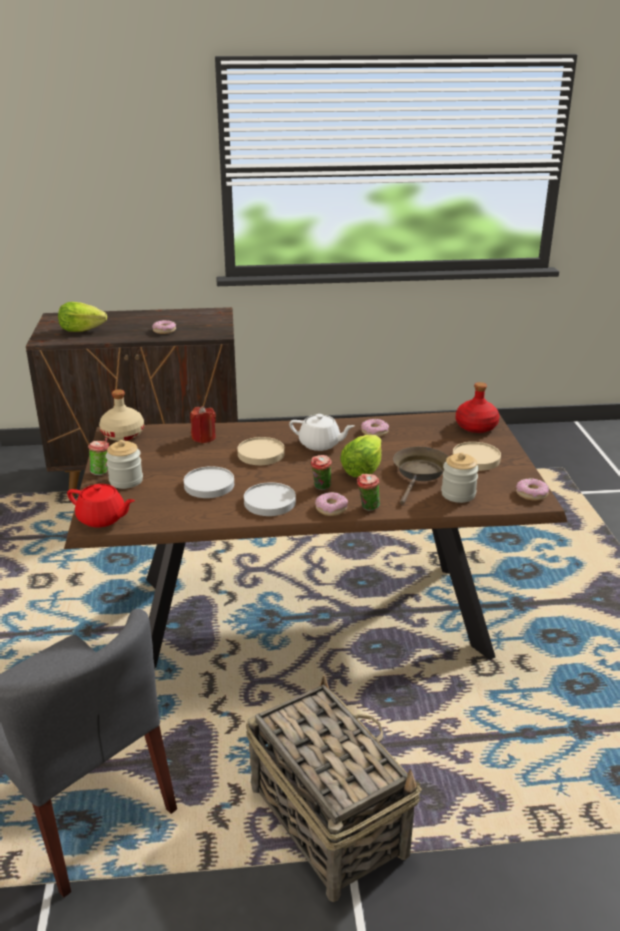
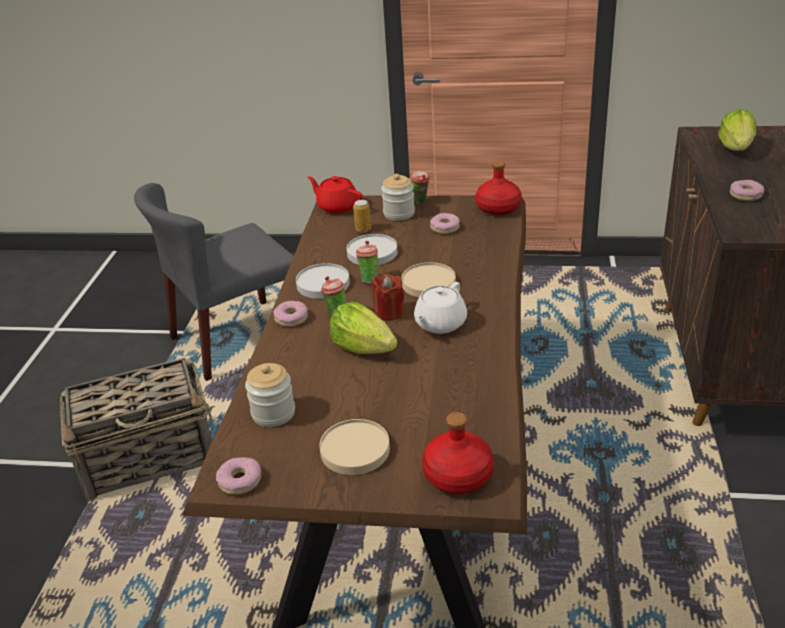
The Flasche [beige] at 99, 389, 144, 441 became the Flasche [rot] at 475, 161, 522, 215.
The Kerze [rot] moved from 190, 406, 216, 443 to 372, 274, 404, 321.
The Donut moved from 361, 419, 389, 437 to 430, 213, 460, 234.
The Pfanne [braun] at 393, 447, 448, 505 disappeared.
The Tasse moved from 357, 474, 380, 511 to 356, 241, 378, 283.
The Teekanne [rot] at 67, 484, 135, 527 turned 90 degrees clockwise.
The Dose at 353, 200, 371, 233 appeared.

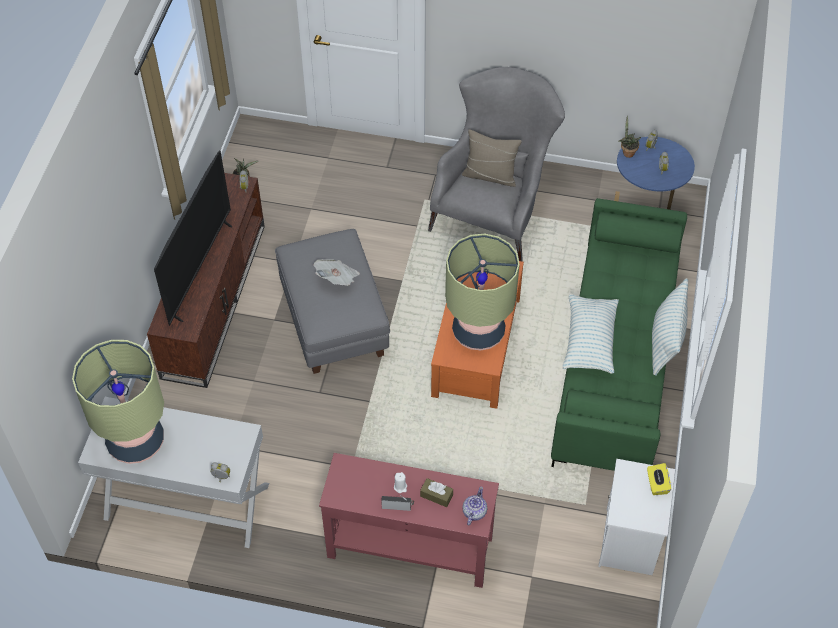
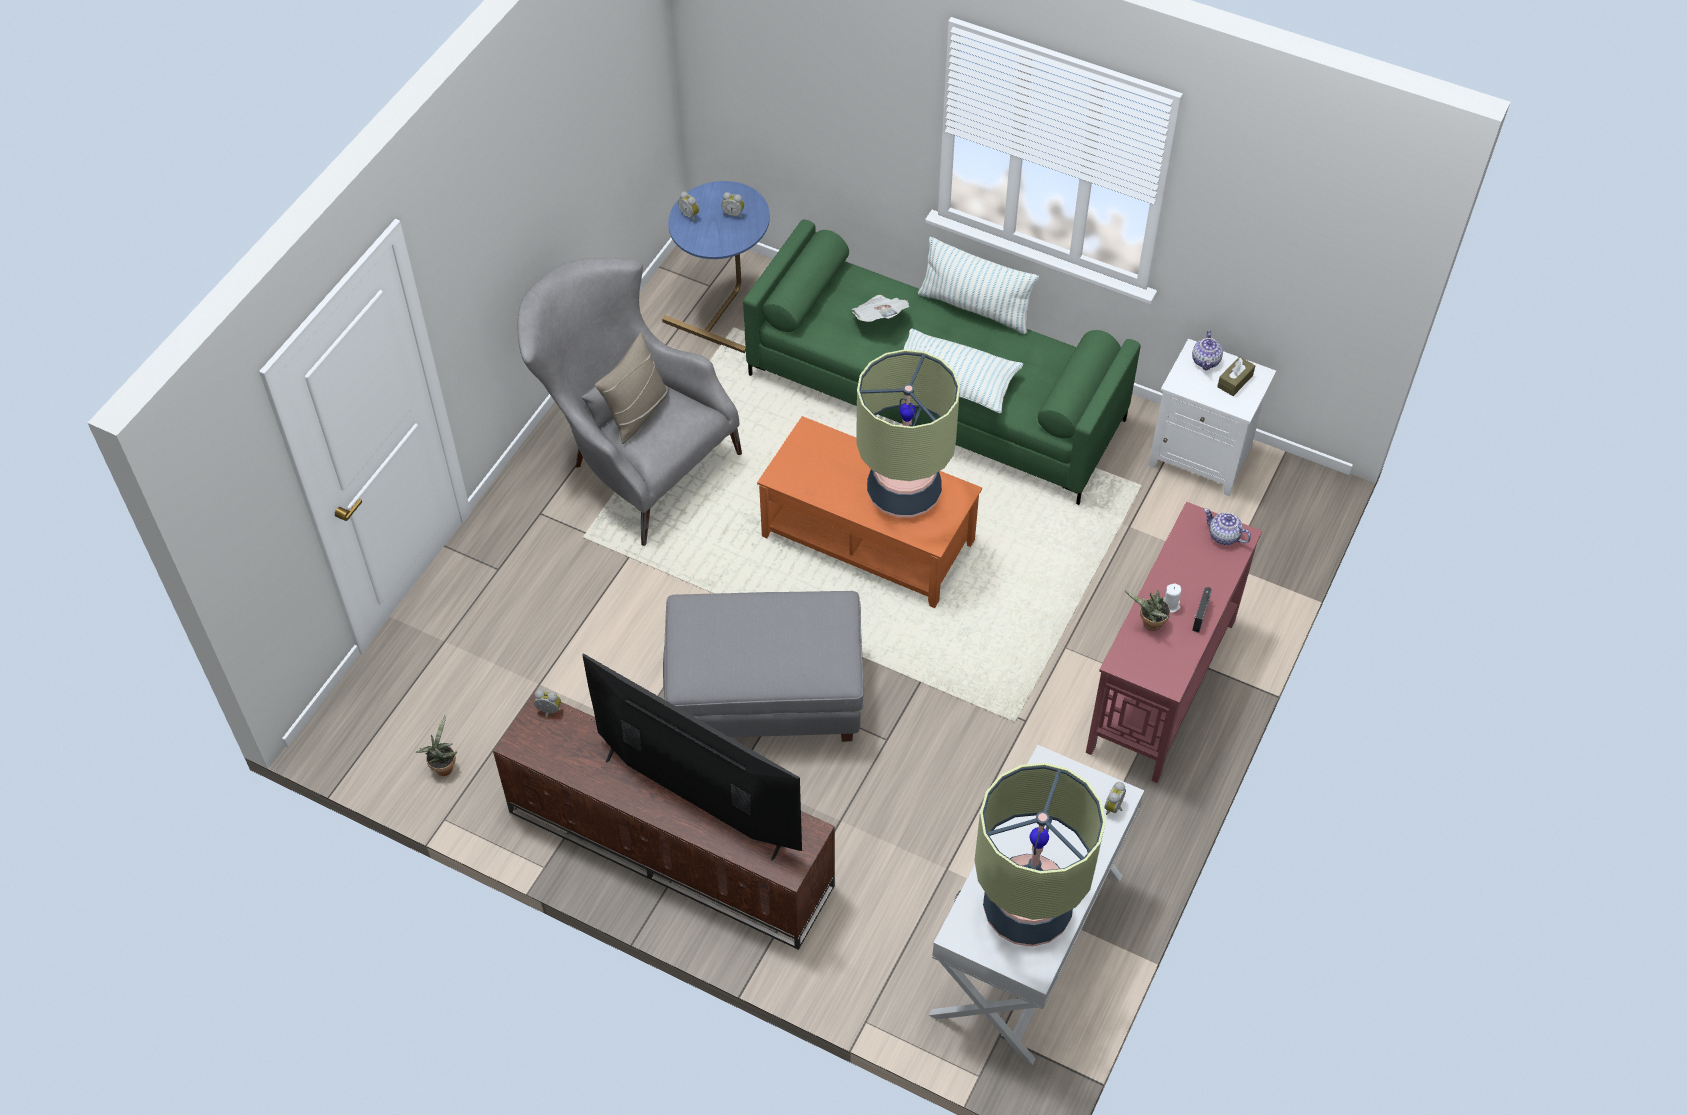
The Topfpflanze moved from 619, 116, 641, 158 to 1125, 590, 1170, 631.
The Zeitung moved from 314, 259, 360, 286 to 852, 295, 909, 322.
The Taschentuchbox [gelb] at 647, 463, 671, 495 was replaced by the Teekanne at 1192, 330, 1223, 370.
The Taschentuchbox [braun] moved from 420, 478, 453, 507 to 1217, 356, 1255, 396.

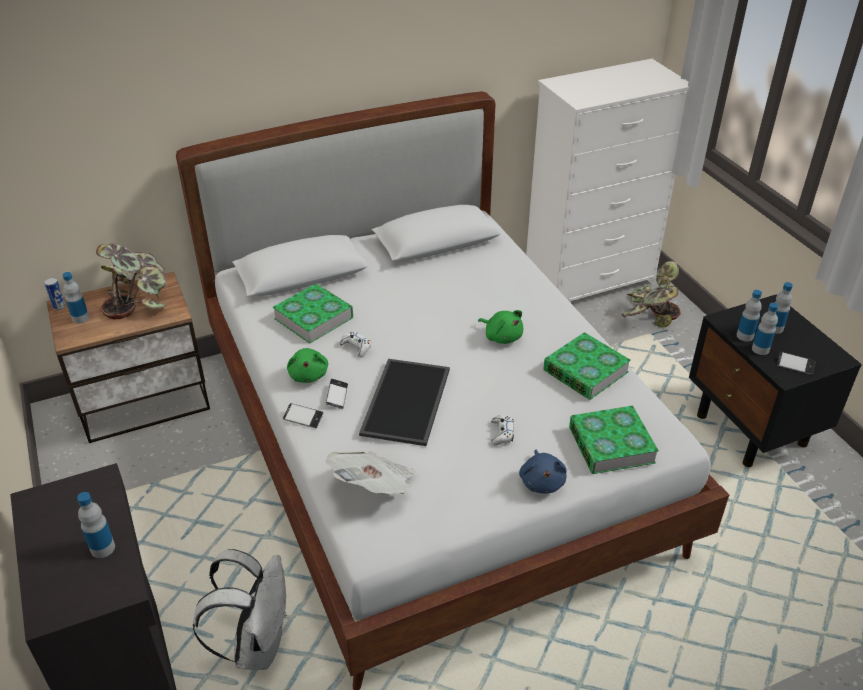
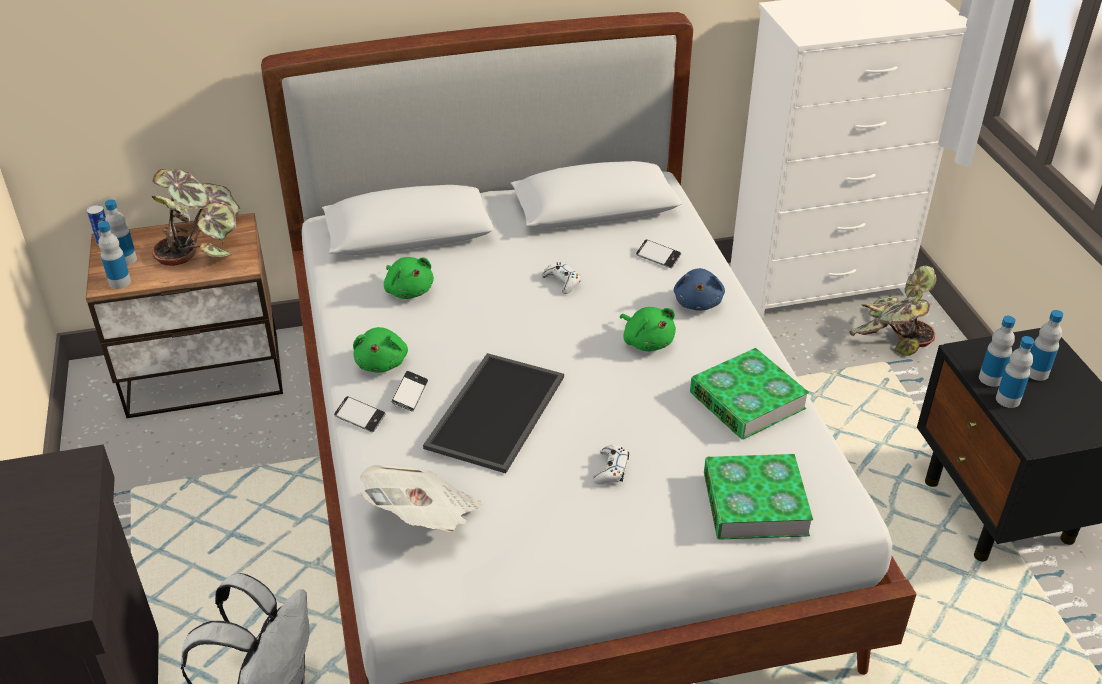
The Buch at 273, 283, 353, 344 was replaced by the Plüschtier [grün] at 384, 257, 434, 299.
The Gamepad [weiß] moved from 339, 331, 371, 357 to 542, 262, 581, 294.
The Handy moved from 777, 352, 815, 375 to 636, 240, 681, 268.
The Plüschtier [blau] moved from 519, 450, 567, 494 to 674, 268, 725, 311.
The Flasche moved from 77, 492, 115, 558 to 98, 221, 131, 289.

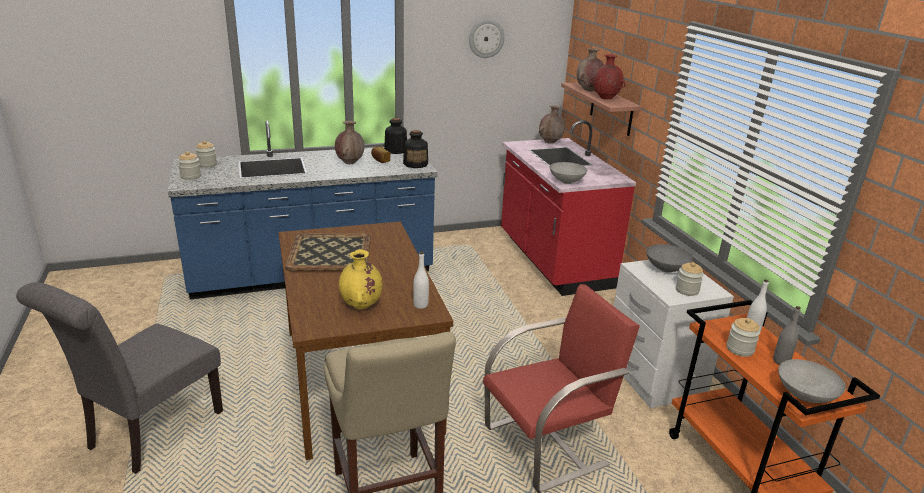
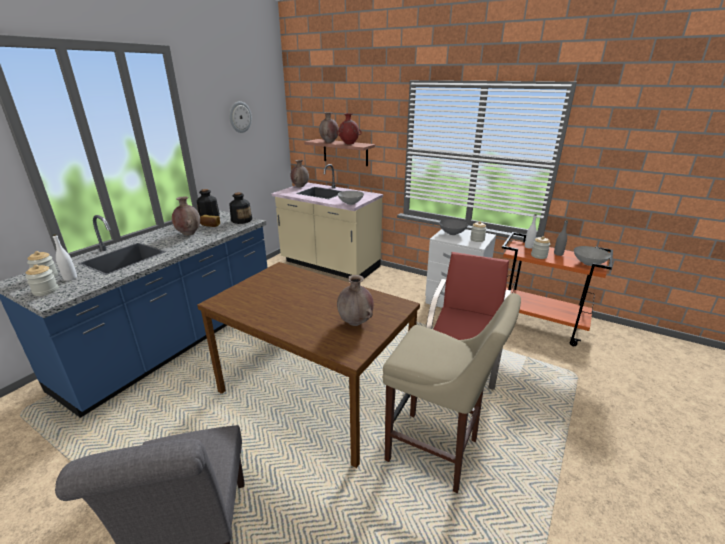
The Küchenzeile [rot] at 501, 120, 636, 296 became the Küchenzeile [beige] at 272, 164, 383, 279.
The Tablett at 285, 234, 371, 271 disappeared.
The Vase [gelb] at 339, 249, 382, 310 became the Vase [braun] at 337, 275, 374, 326.
The Flasche [weiß] moved from 413, 252, 429, 309 to 53, 234, 77, 281.

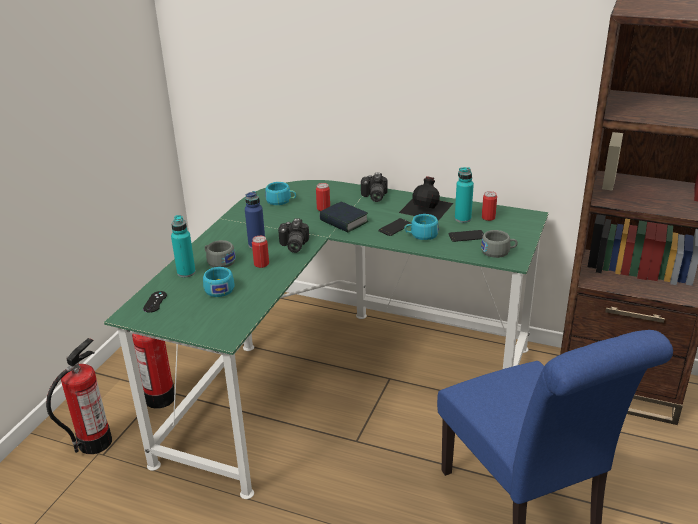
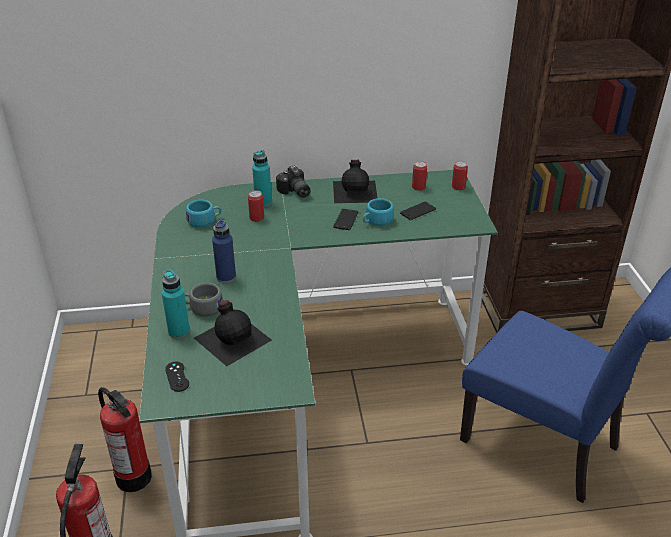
The Flasche [türkis] moved from 455, 167, 474, 223 to 252, 150, 272, 207.
The Buch at 319, 202, 368, 233 disappeared.
The Kamera at 278, 219, 309, 253 disappeared.
The Tasse [grau] at 481, 230, 518, 258 disappeared.
The Dose moved from 252, 236, 269, 268 to 452, 161, 468, 190.
The Tasse [türkis] at 203, 267, 234, 297 was replaced by the Flasche [schwarz] at 194, 300, 272, 366.

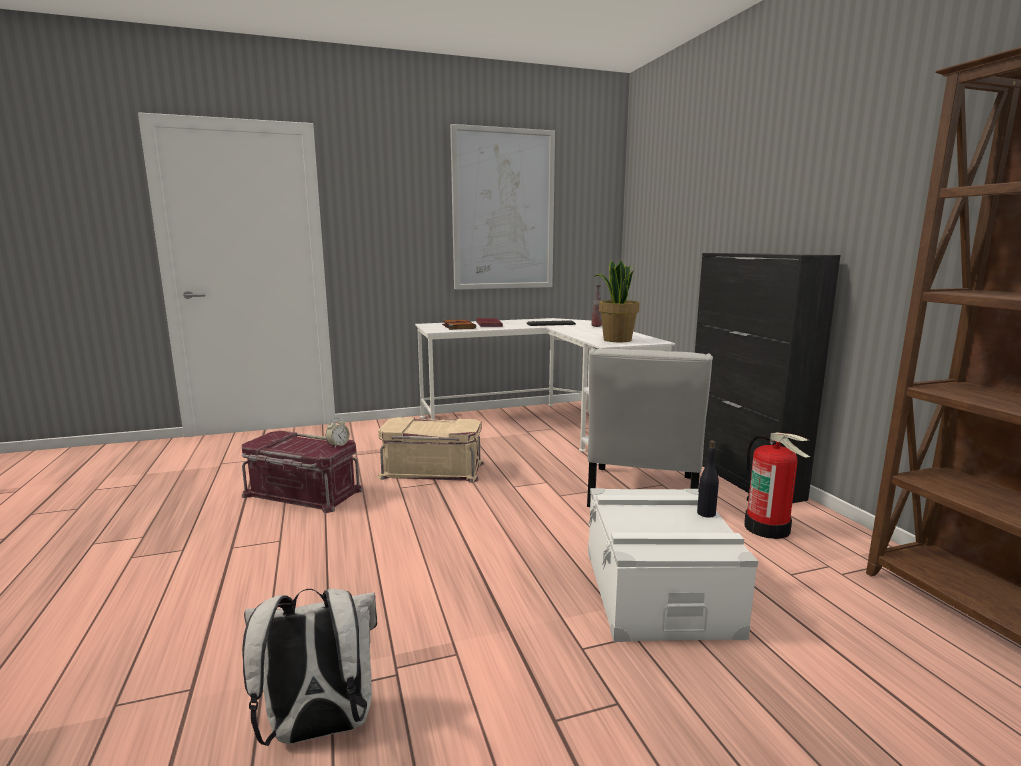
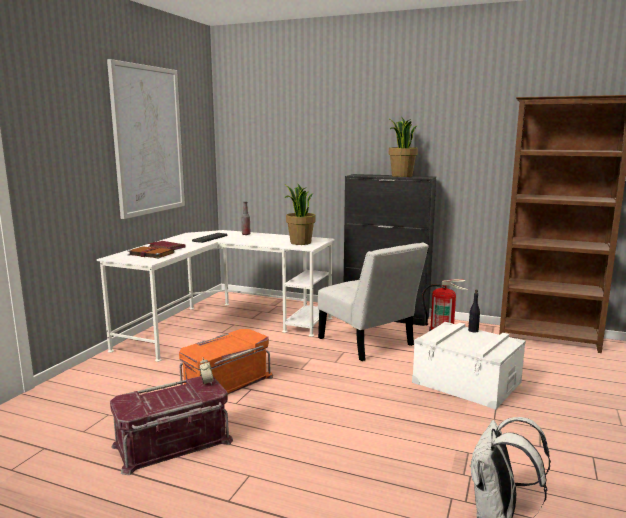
The Aufbewahrungsbox [beige] at 378, 417, 484, 483 became the Aufbewahrungsbox [orange] at 179, 329, 273, 394.
The Topfpflanze at 388, 116, 418, 177 appeared.

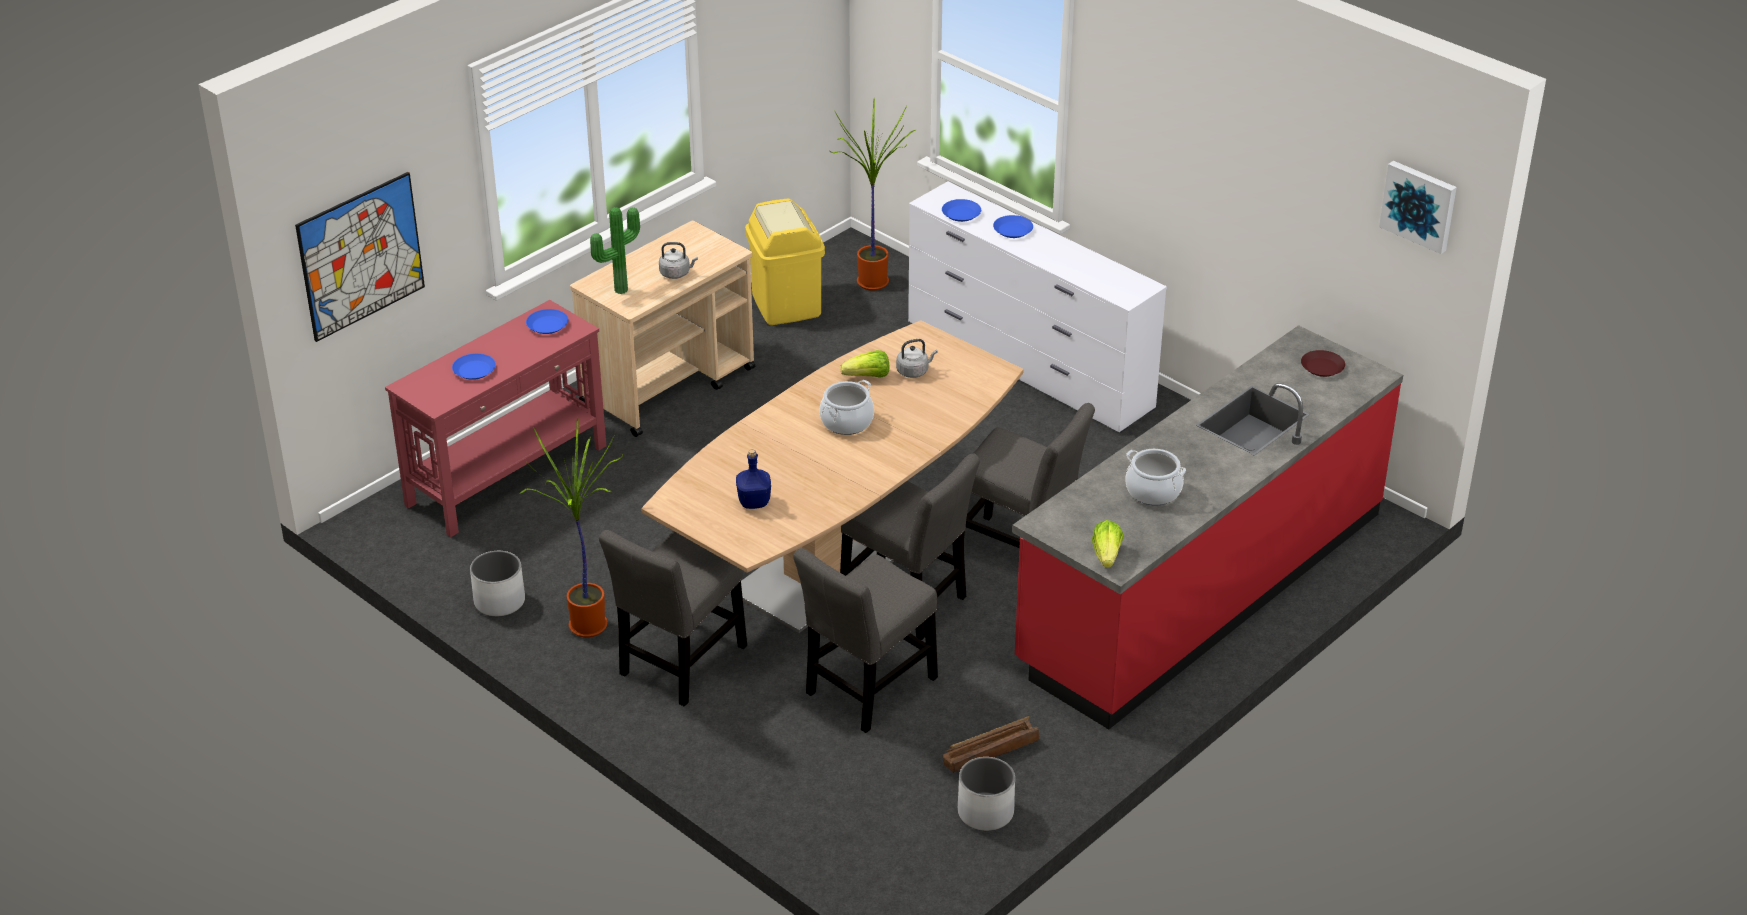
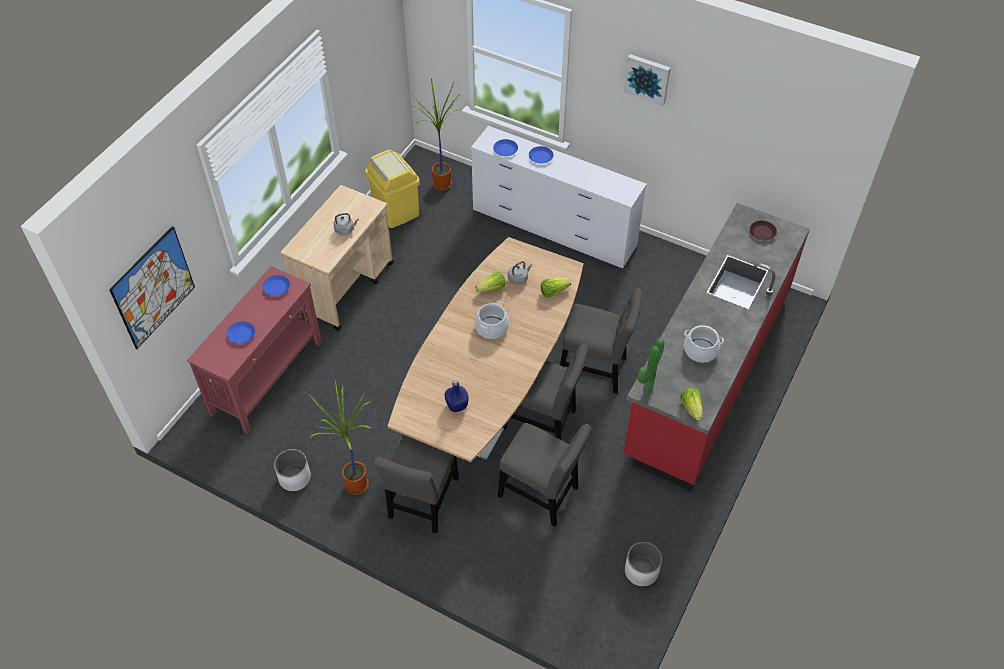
The Bild moved from 1379, 161, 1457, 254 to 624, 54, 671, 105.
The Topfpflanze moved from 590, 207, 640, 294 to 638, 338, 665, 393.
The Stuhl [grau] at 793, 548, 938, 733 turned 90 degrees counterclockwise.
The Kiste at 943, 716, 1039, 773 disappeared.
The Salatkopf at 541, 278, 571, 298 appeared.

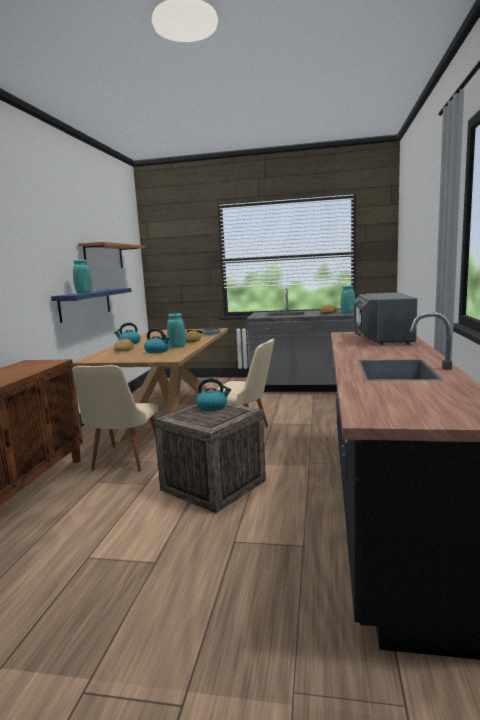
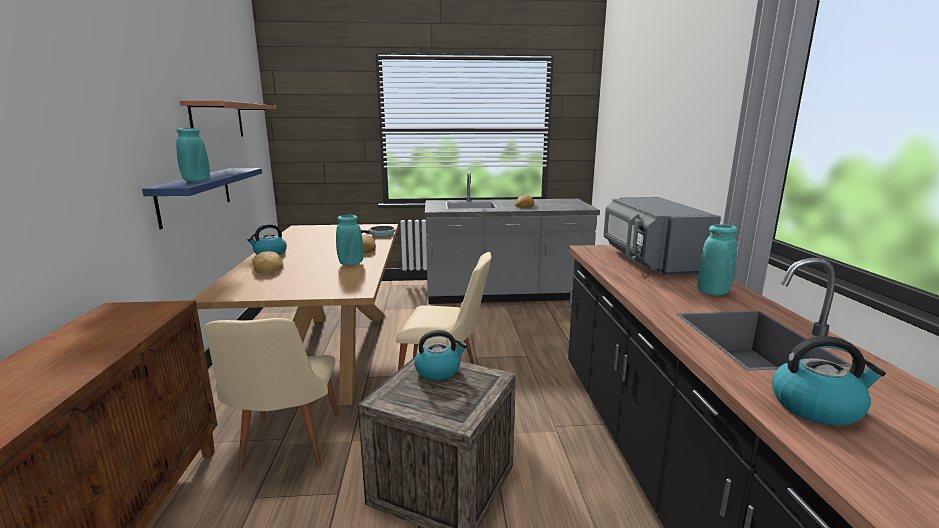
The Vase [türkis] moved from 341, 285, 355, 313 to 697, 224, 738, 296.
The Wasserkessel moved from 144, 328, 170, 353 to 772, 336, 886, 426.

